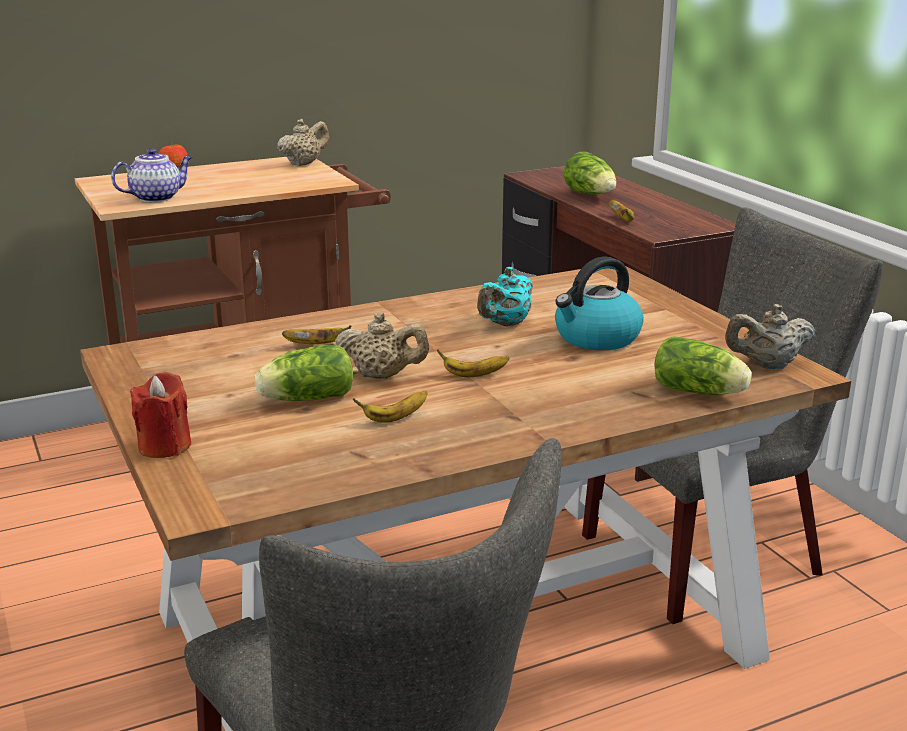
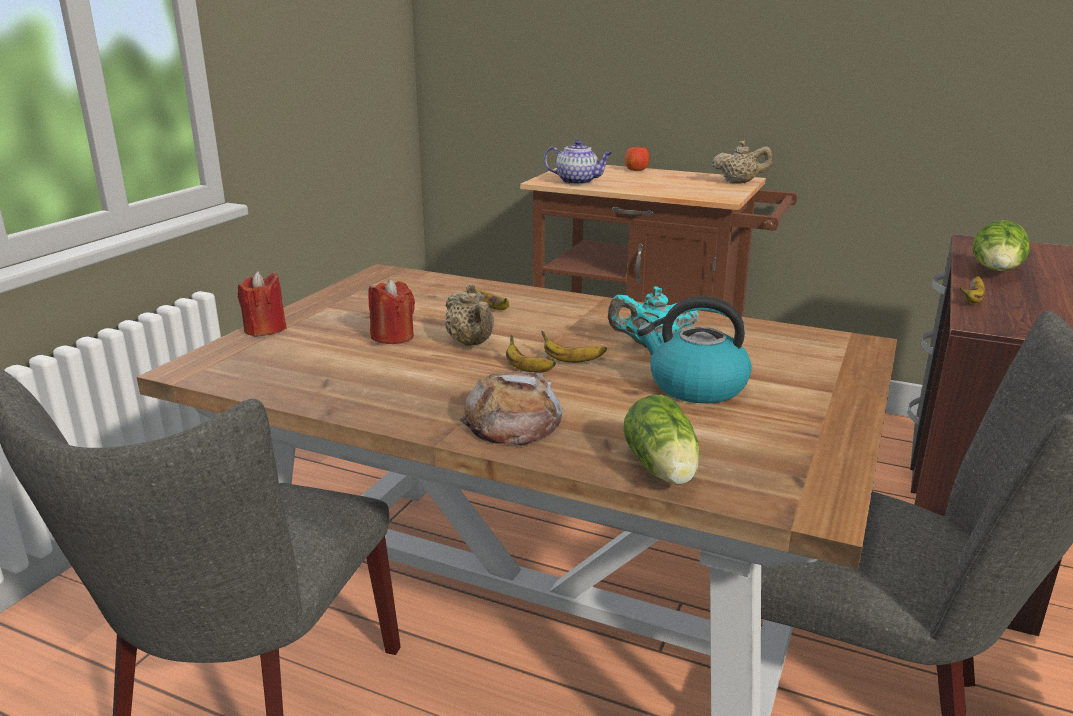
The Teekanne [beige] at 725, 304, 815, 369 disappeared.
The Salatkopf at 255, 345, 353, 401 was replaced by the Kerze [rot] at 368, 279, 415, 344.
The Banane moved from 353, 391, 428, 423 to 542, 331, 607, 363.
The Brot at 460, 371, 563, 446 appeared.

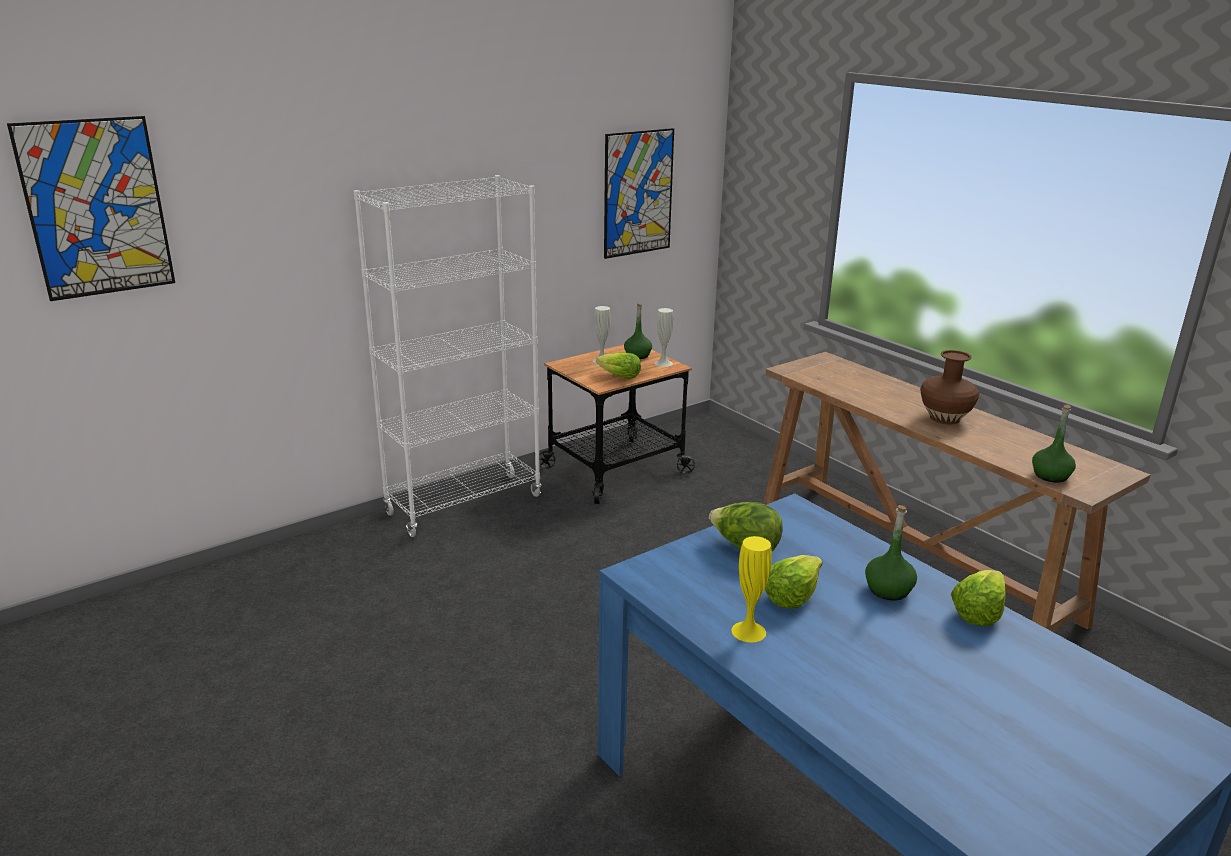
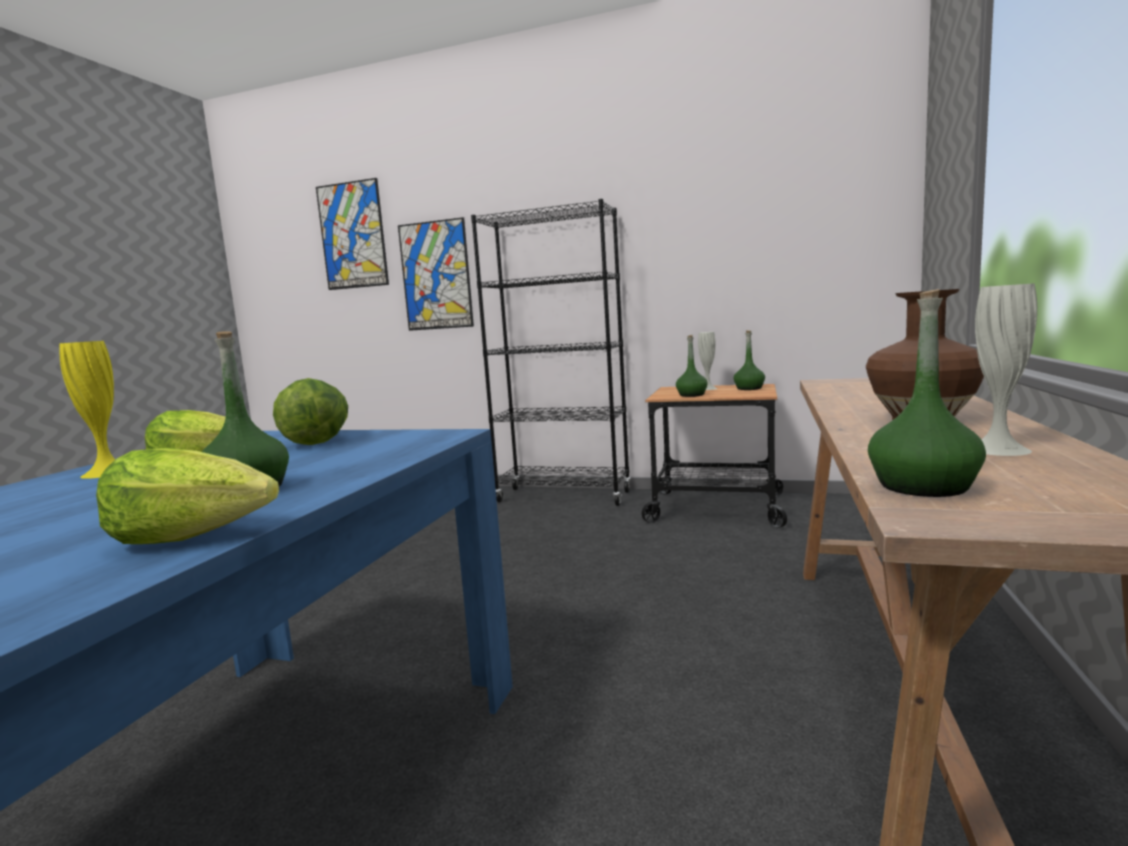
The Bild moved from 604, 128, 674, 259 to 398, 217, 474, 331.
The Bücherregal [weiß] at 354, 175, 542, 537 became the Bücherregal [schwarz] at 471, 199, 631, 506.
The Vase [weiß] moved from 654, 308, 674, 367 to 975, 283, 1037, 456.
The Salatkopf at 596, 352, 641, 379 was replaced by the Flasche [grün] at 676, 335, 708, 397.

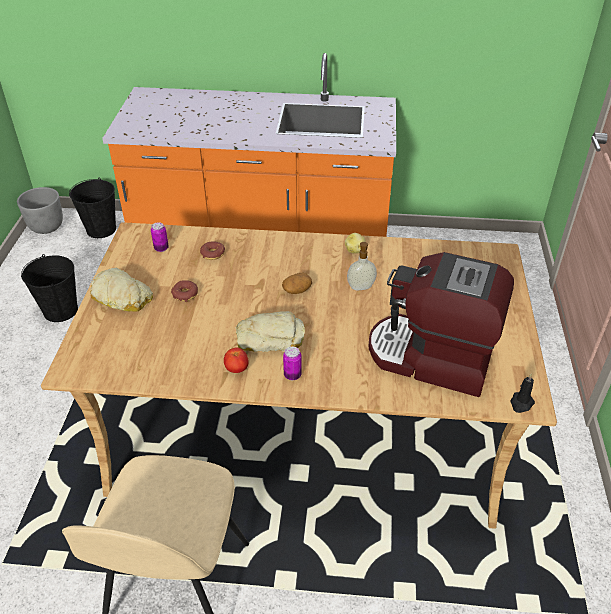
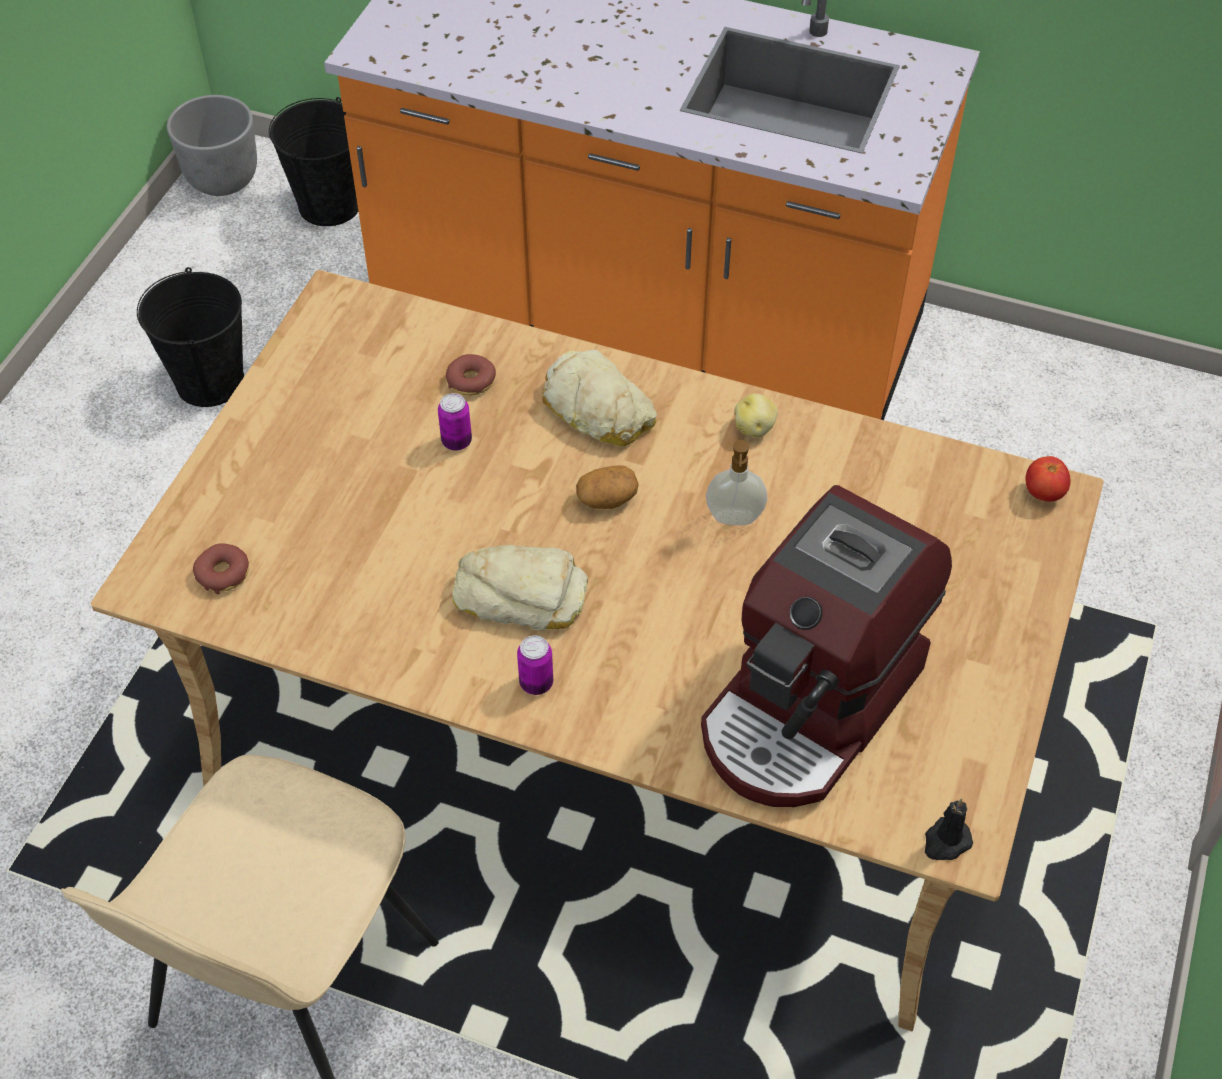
The Dose moved from 151, 222, 169, 252 to 438, 393, 472, 451.
The Kaffeemaschine at 369, 252, 514, 397 turned 90 degrees counterclockwise.
The Brot moved from 90, 268, 153, 312 to 542, 350, 657, 446.
The Donut moved from 171, 280, 198, 302 to 193, 543, 249, 594.
The Tomate moved from 224, 348, 249, 373 to 1025, 456, 1071, 502.

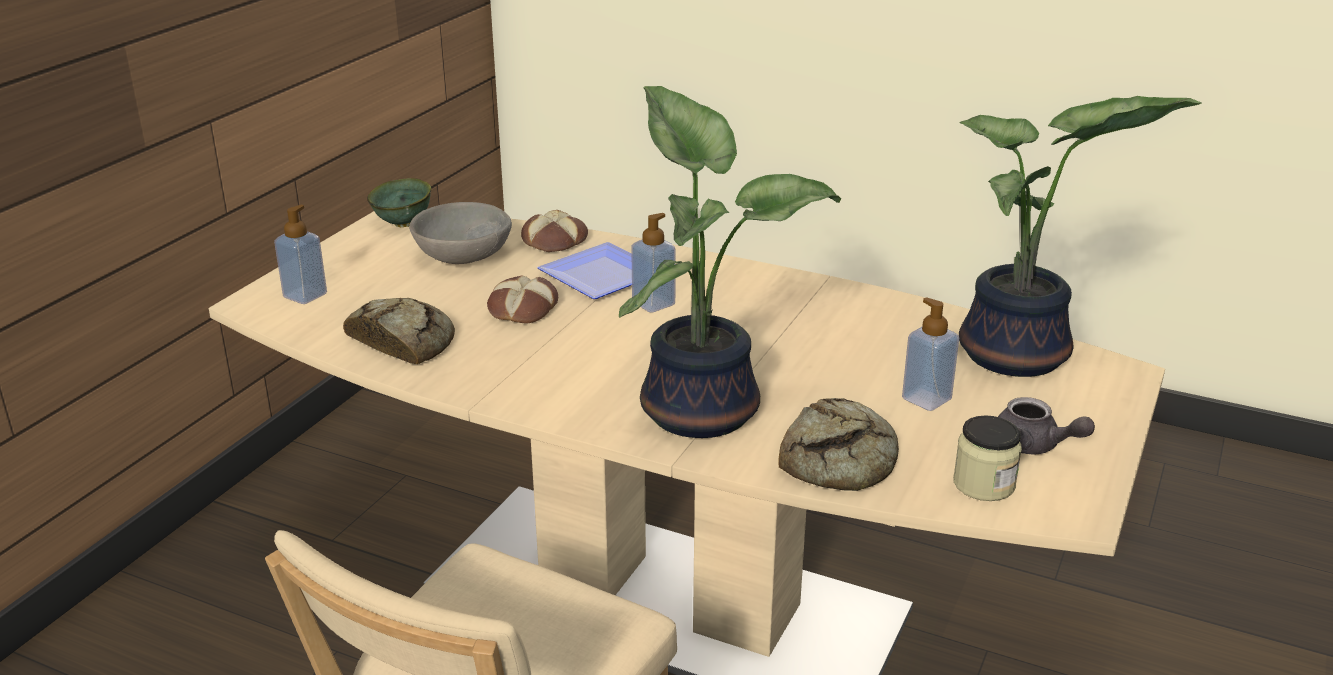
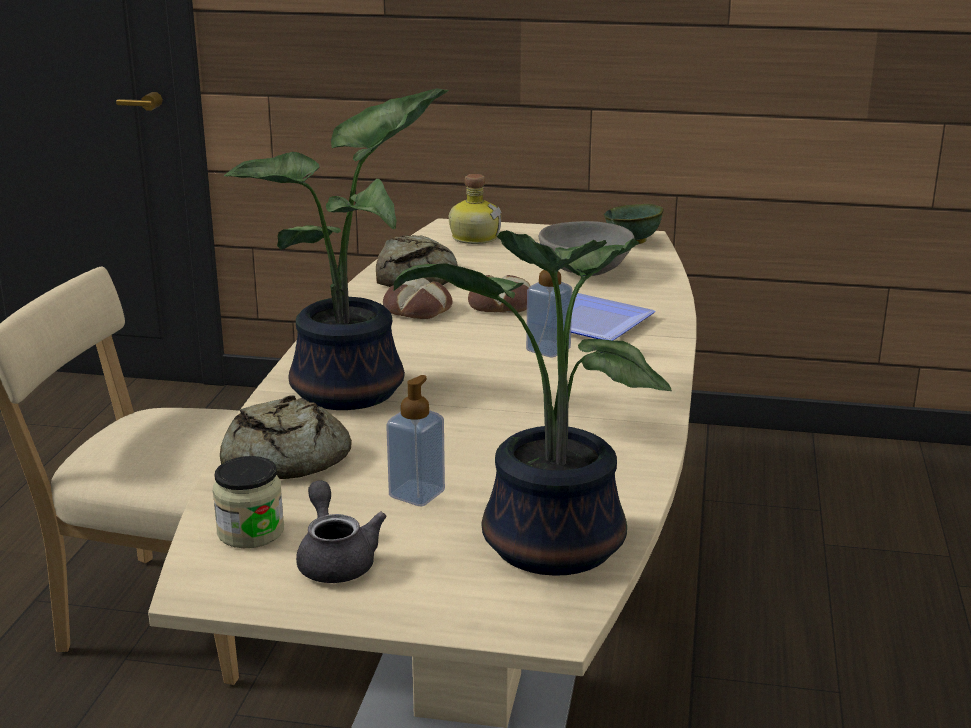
The Seifenspender at 274, 205, 327, 304 was replaced by the Flasche at 449, 174, 502, 244.
The Brot moved from 521, 210, 588, 252 to 383, 278, 453, 319.
The Teekanne [grau] at 998, 397, 1095, 455 turned 135 degrees clockwise.

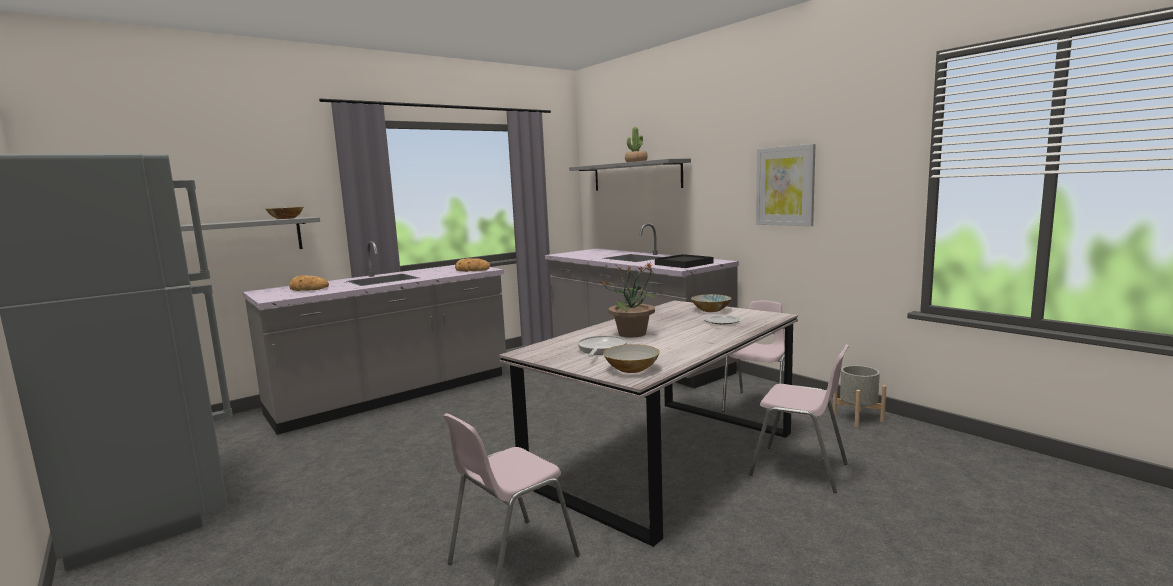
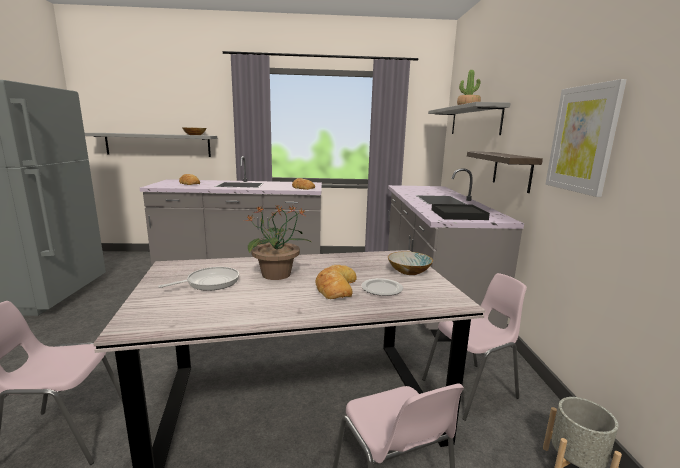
The Schüssel at 603, 344, 660, 373 disappeared.
The Wandregal at 467, 151, 543, 193 appeared.
The Brot at 315, 265, 357, 299 appeared.

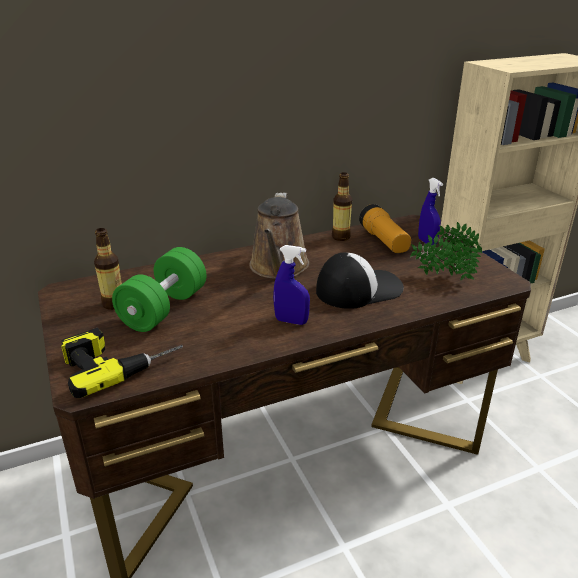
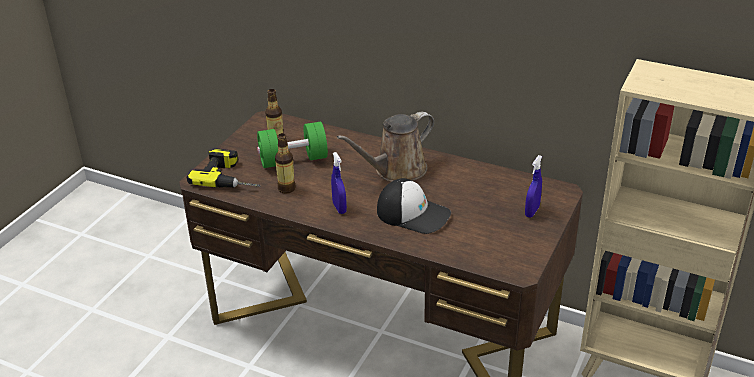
The Flasche moved from 332, 172, 352, 241 to 275, 133, 296, 194.
The Taschenlampe at 359, 204, 411, 253 disappeared.
The Topfpflanze at 410, 222, 482, 280 disappeared.

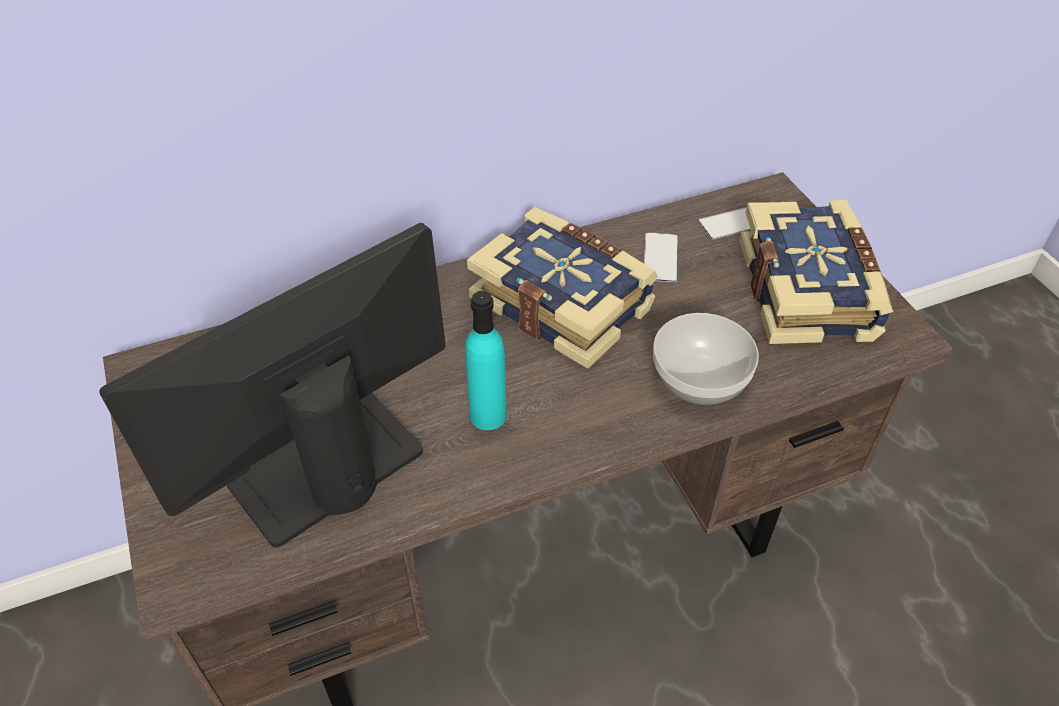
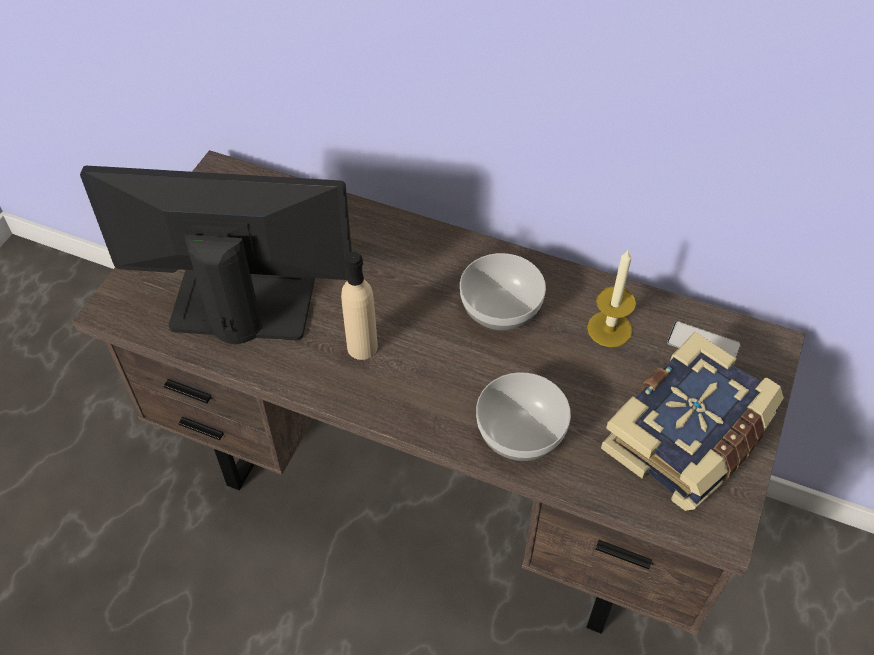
The Buch at 467, 207, 658, 369 was replaced by the Schüssel at 460, 253, 546, 331.
The Handy at 644, 232, 678, 283 was replaced by the Kerze at 587, 249, 636, 347.
The Flasche [türkis] at 465, 291, 507, 430 became the Flasche [beige] at 341, 252, 378, 360.

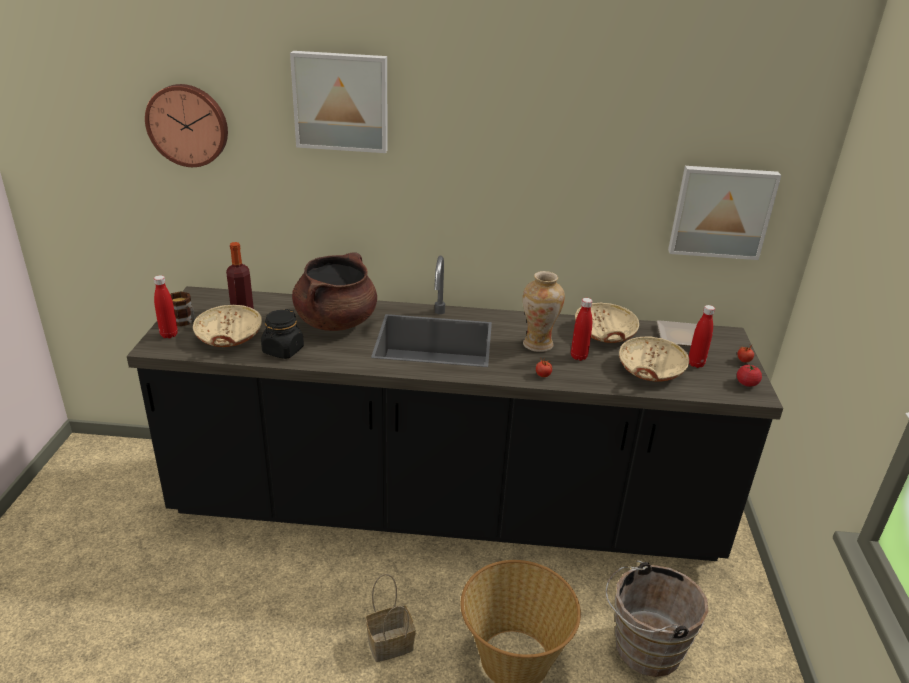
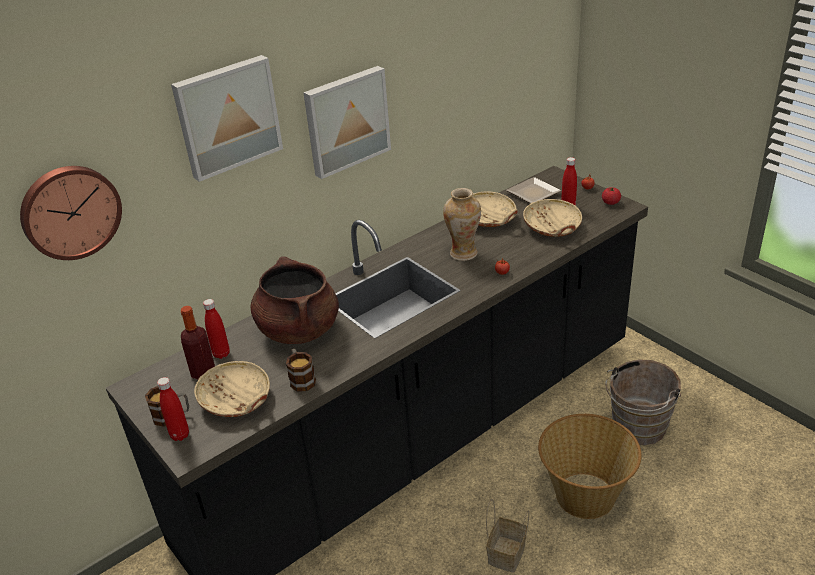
The Bild moved from 668, 166, 781, 260 to 303, 66, 391, 179.
The Flasche [rot] moved from 571, 298, 592, 361 to 203, 299, 230, 359.
The Vorratsglas [schwarz] at 261, 309, 304, 359 was replaced by the Henkelbecher at 286, 349, 316, 392.

